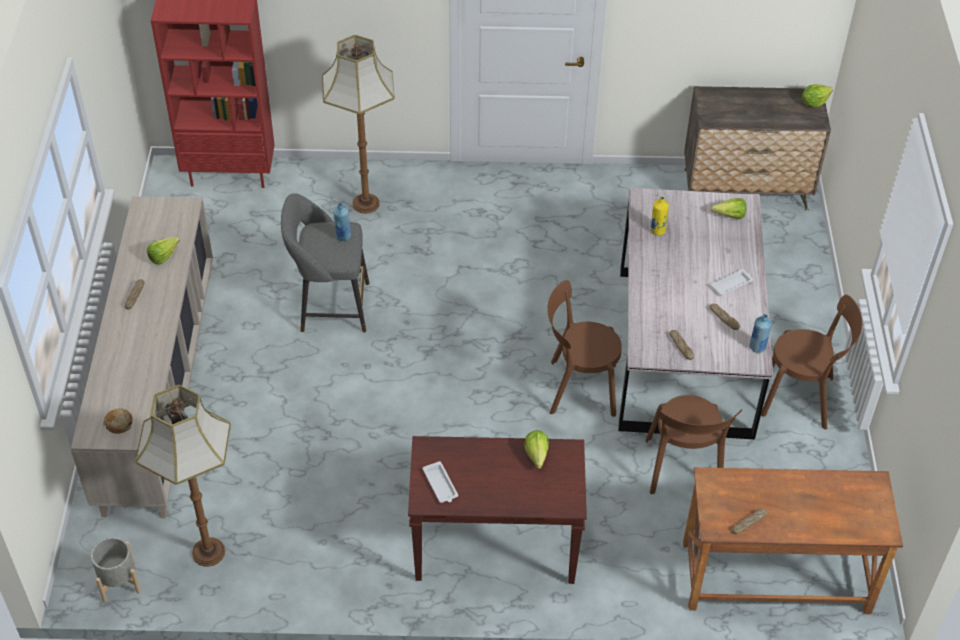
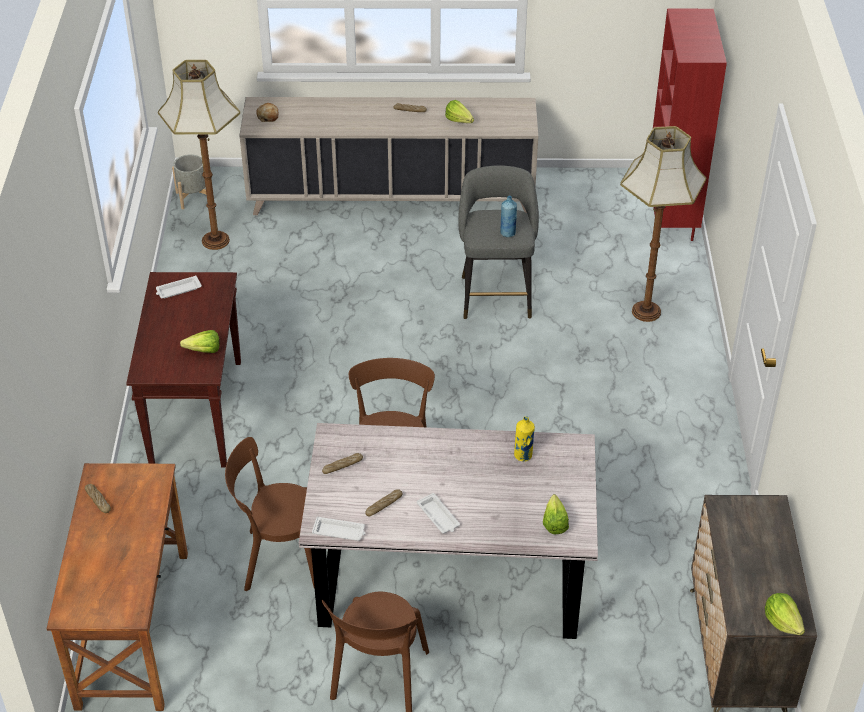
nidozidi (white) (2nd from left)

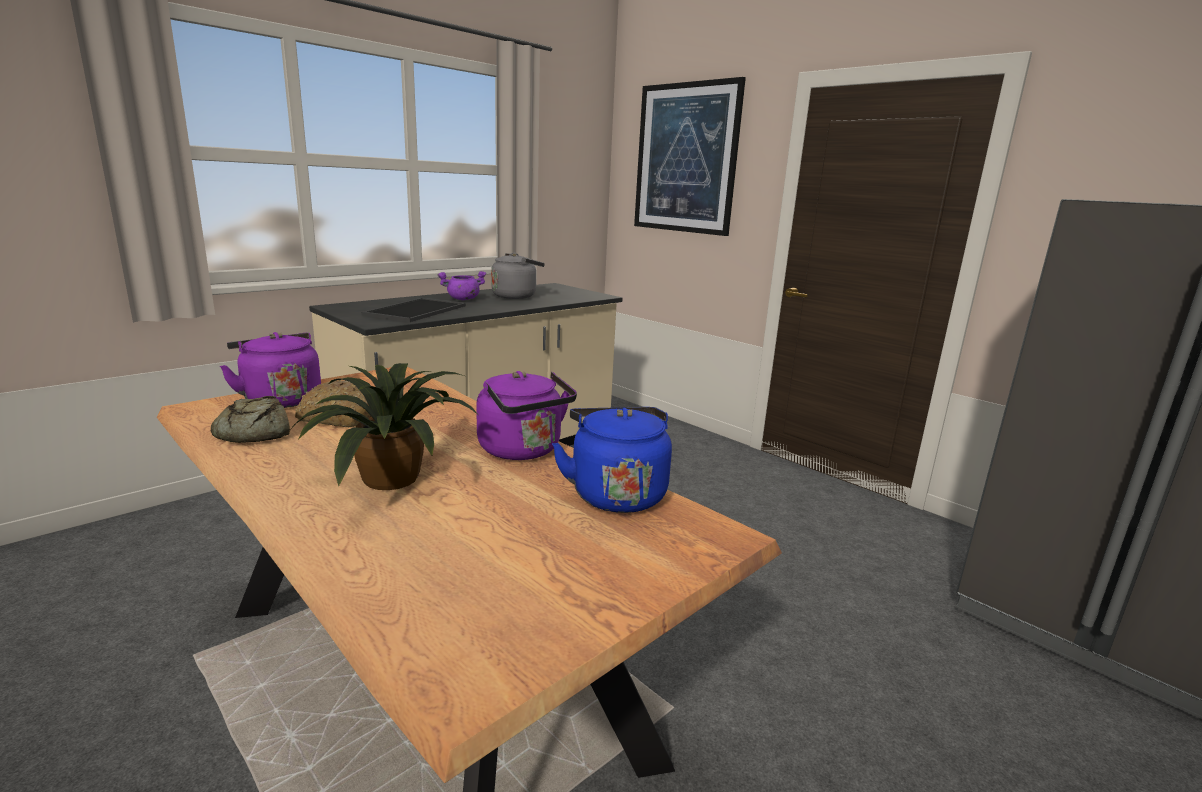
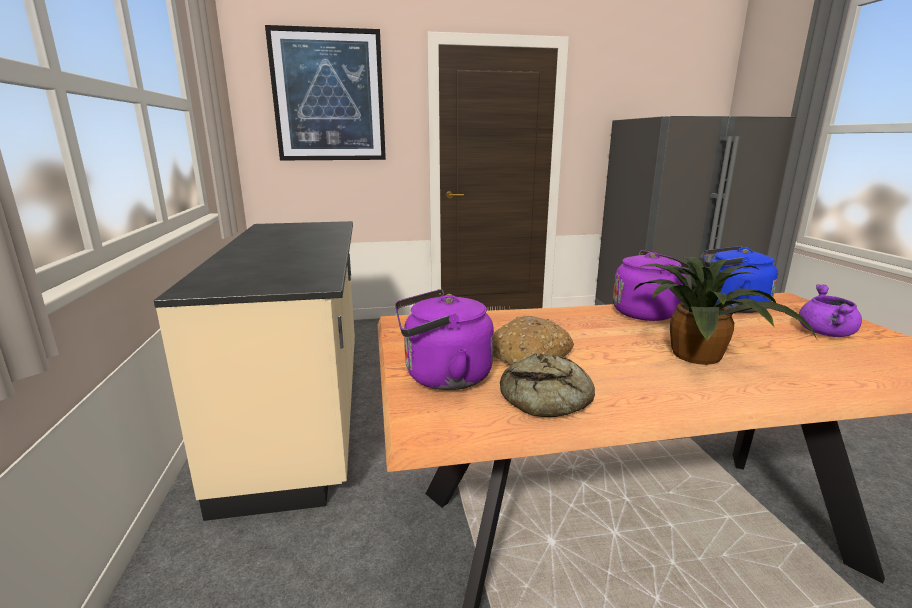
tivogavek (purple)
nidozidi
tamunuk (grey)

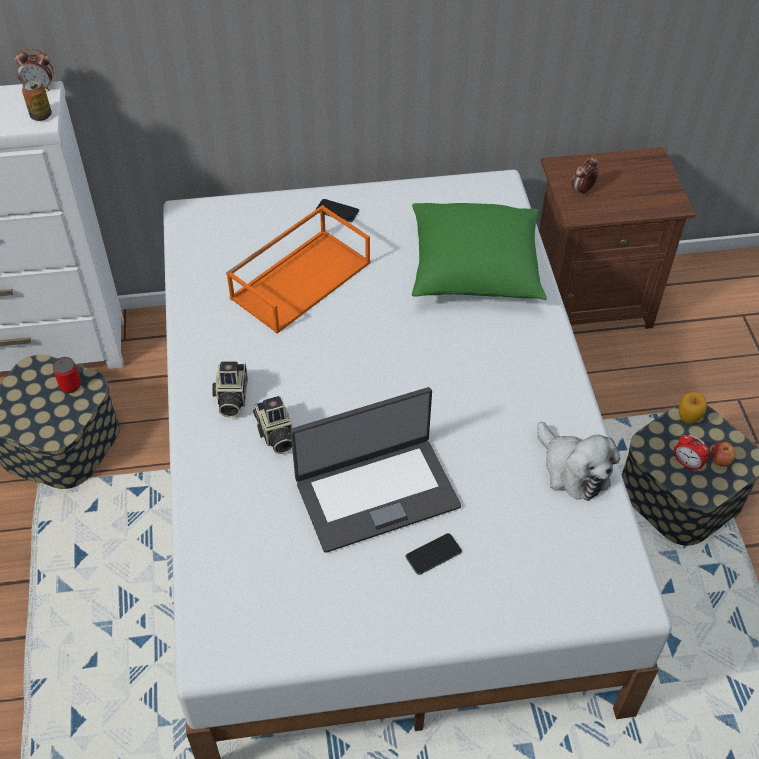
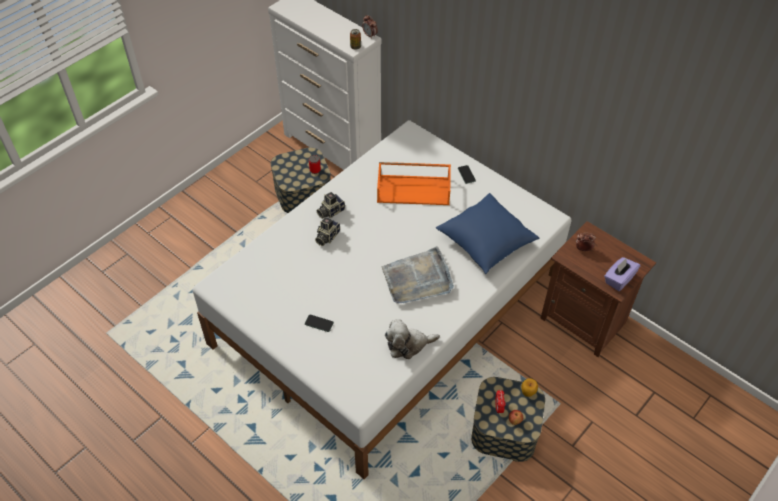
nidozidi (grey)
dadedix
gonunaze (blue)
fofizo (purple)
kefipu

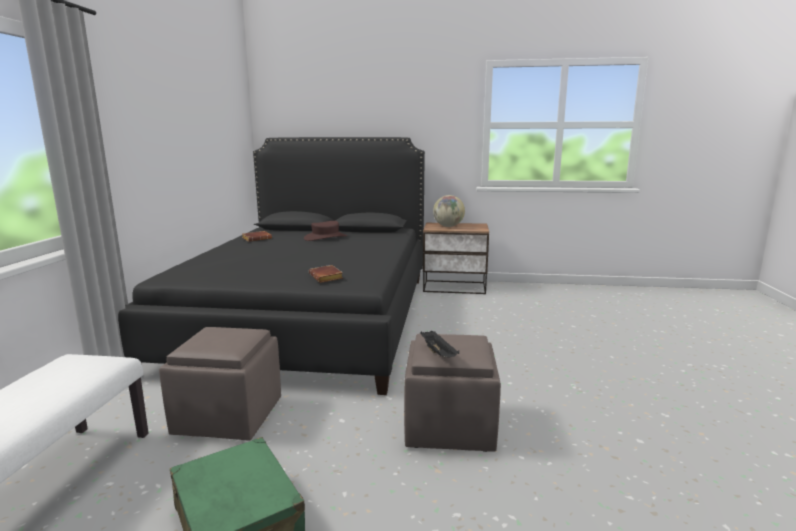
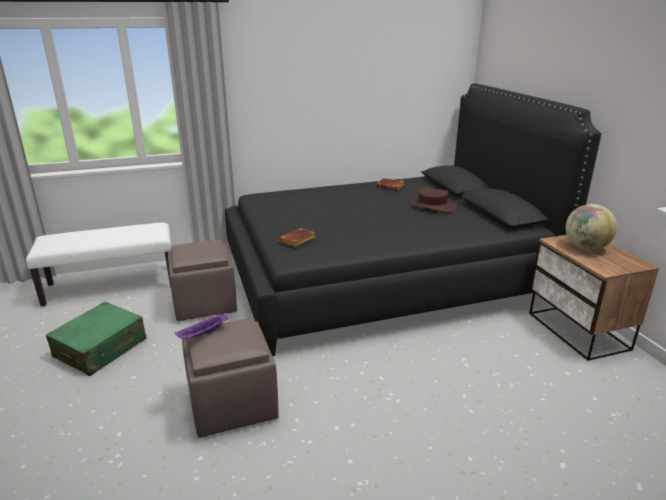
nidozidi (purple)

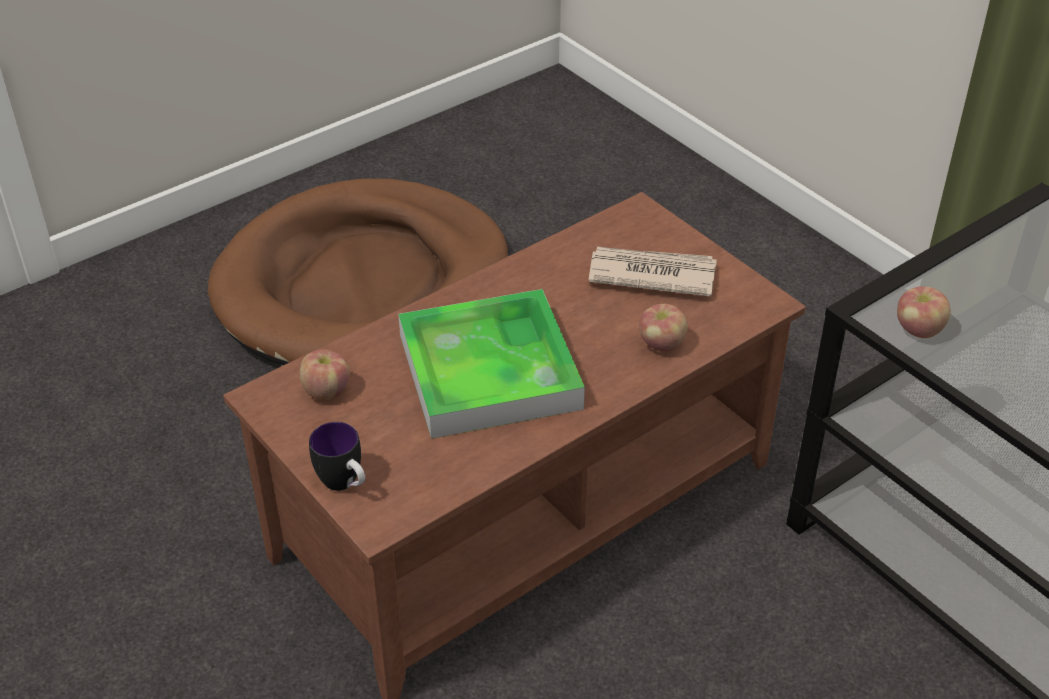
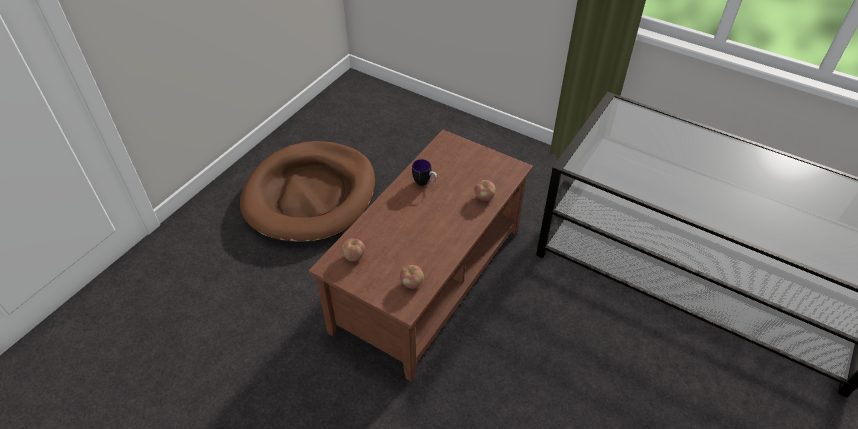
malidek (2nd from left)
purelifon
nidozidi
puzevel

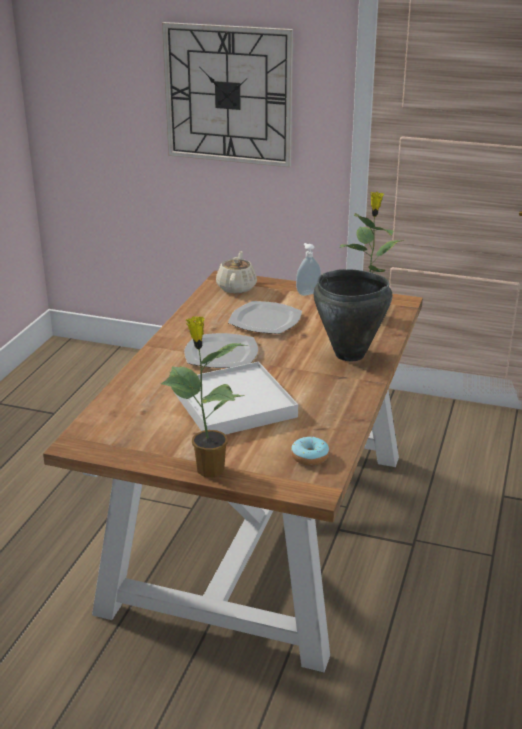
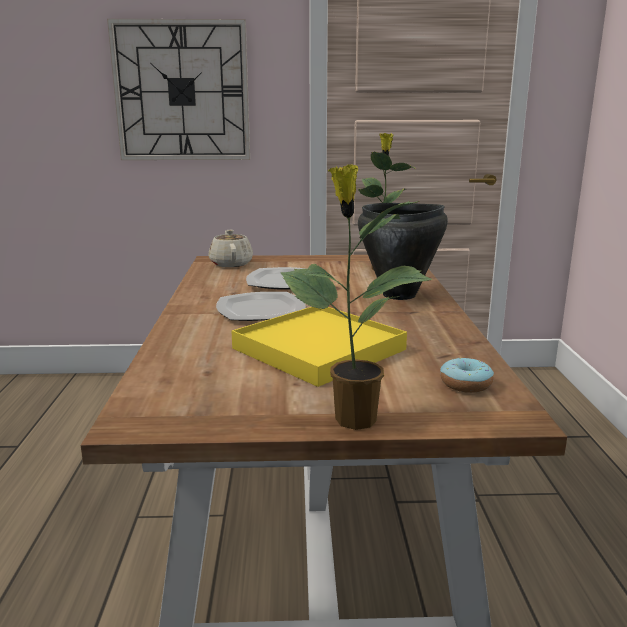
nidozidi (yellow)
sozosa

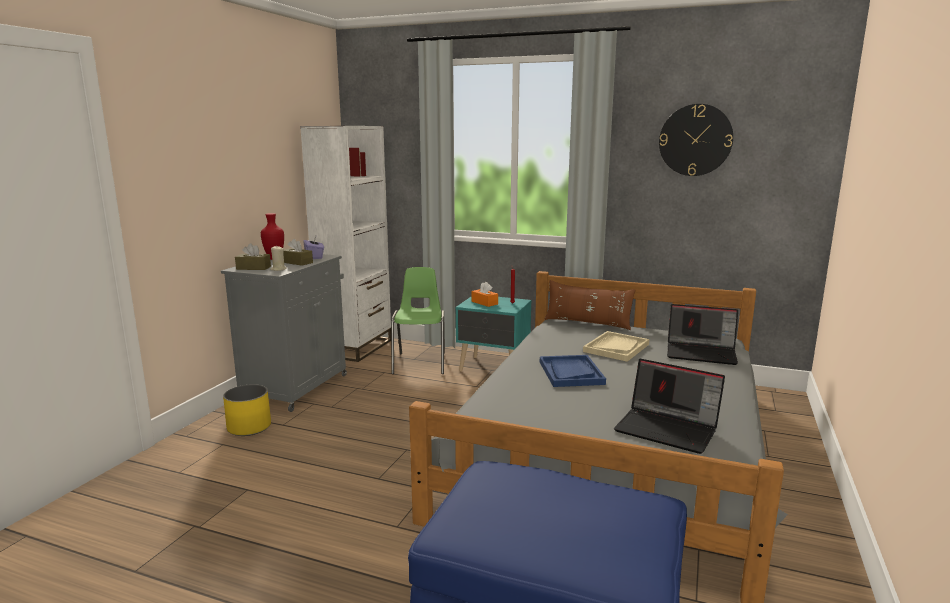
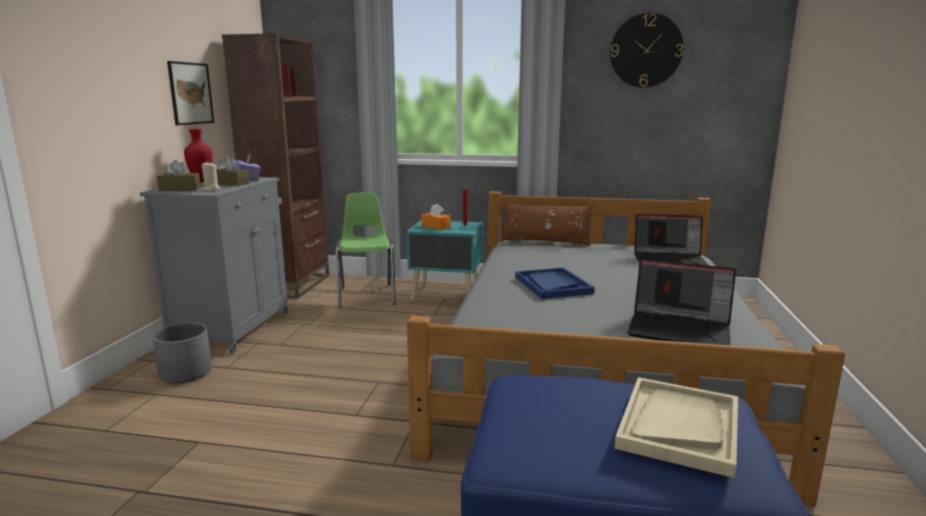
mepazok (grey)
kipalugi
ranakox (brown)
nidozidi (beige)

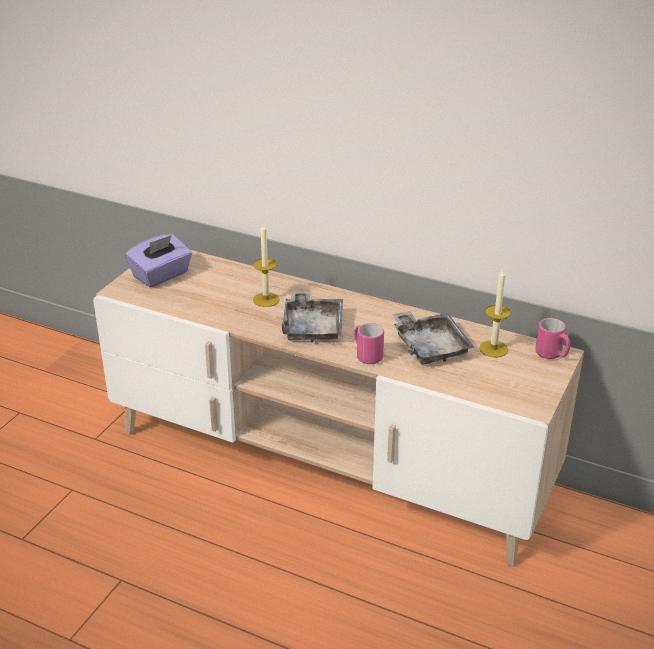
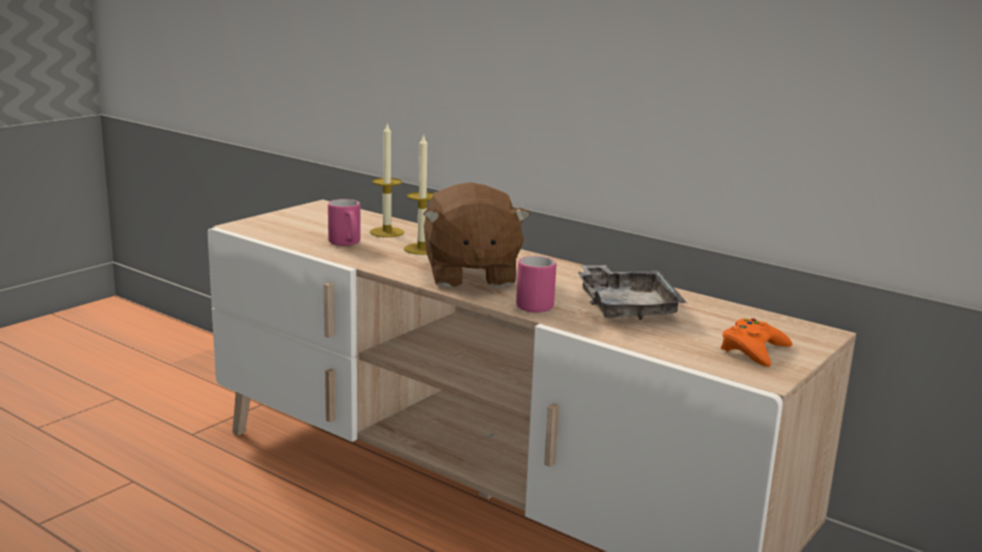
purelifon (pink) (1st from left)
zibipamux (1st from left)
dadedix (brown)
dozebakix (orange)
fofizo (purple)

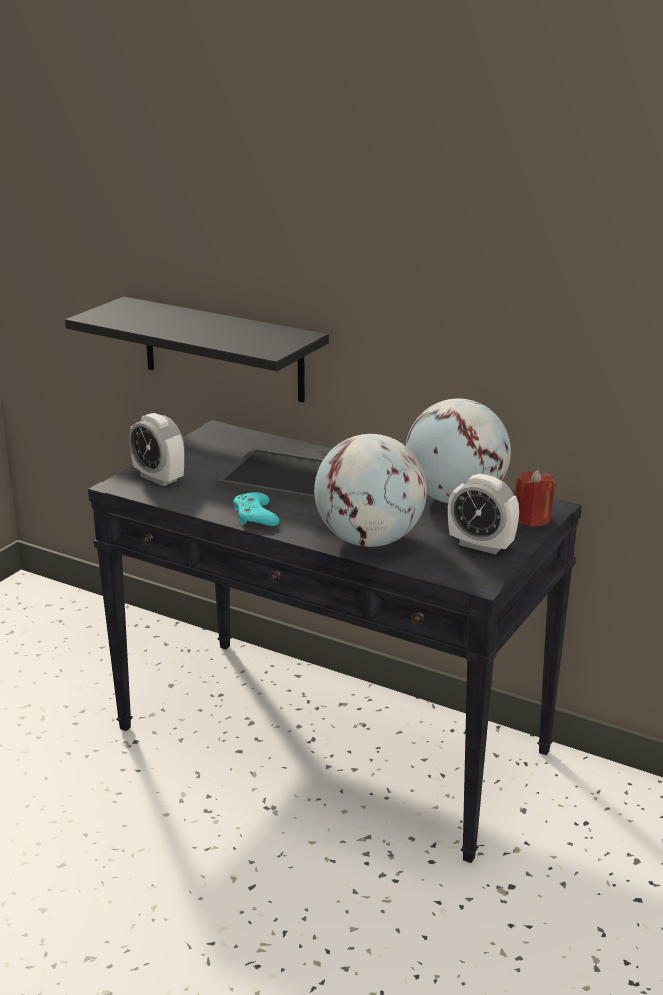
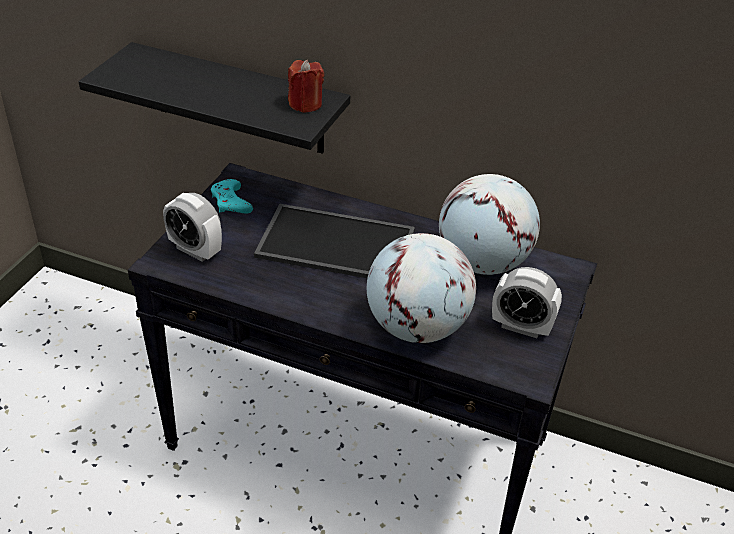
dozebakix (turquoise)
zibipamux (red)

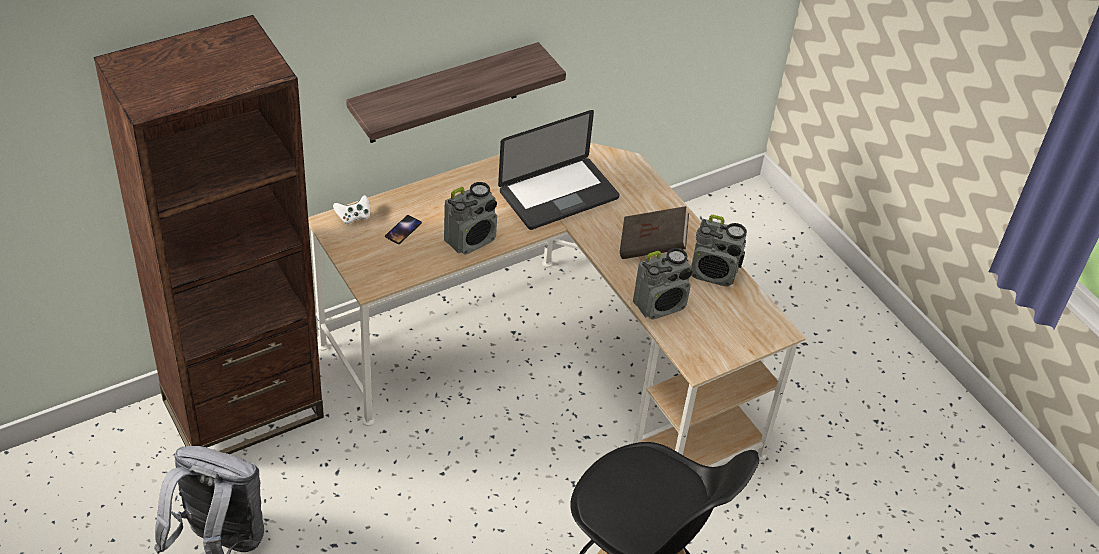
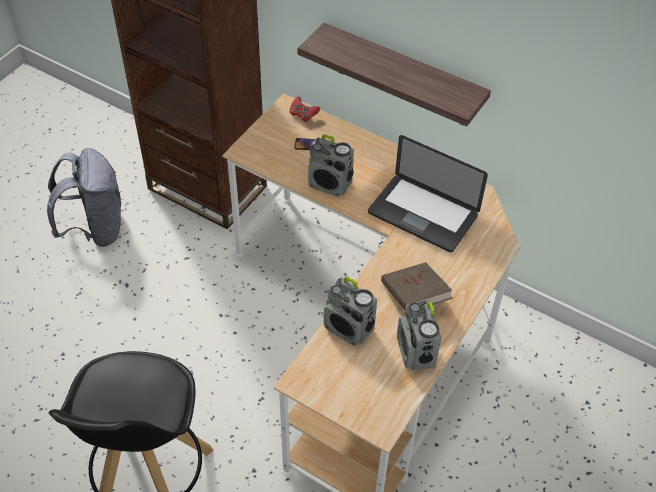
dozebakix (red)

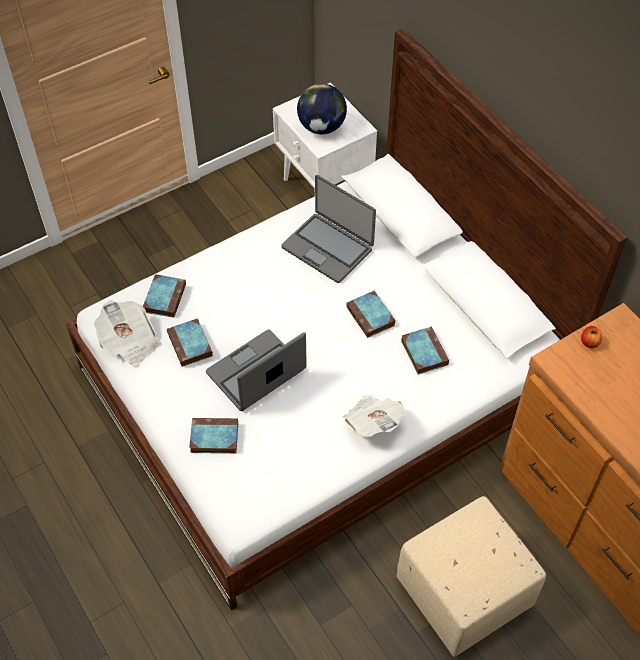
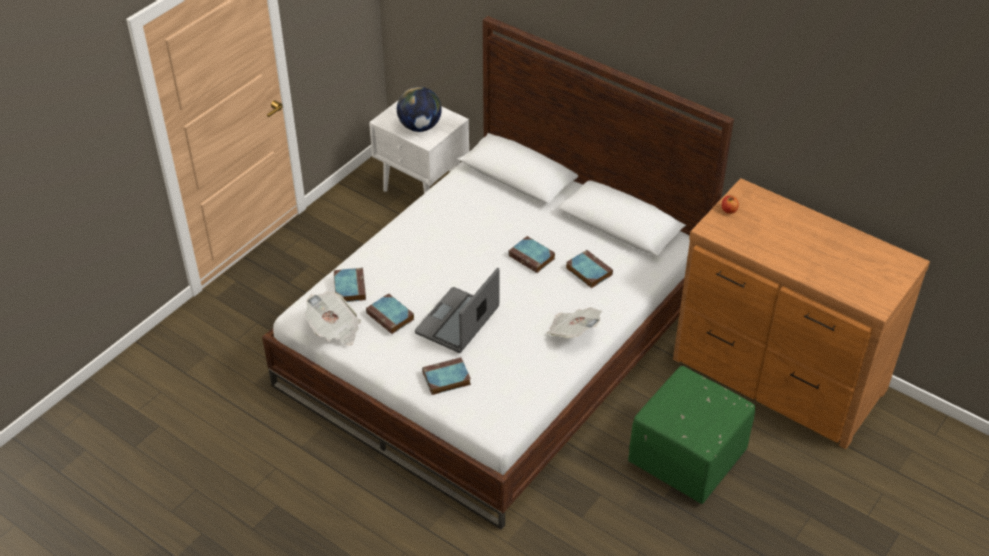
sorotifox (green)
kefipu (2nd from left in the first image)

